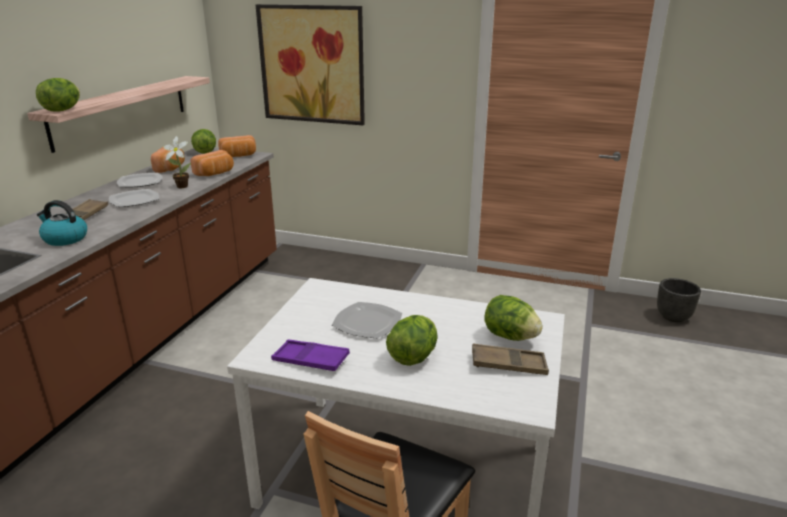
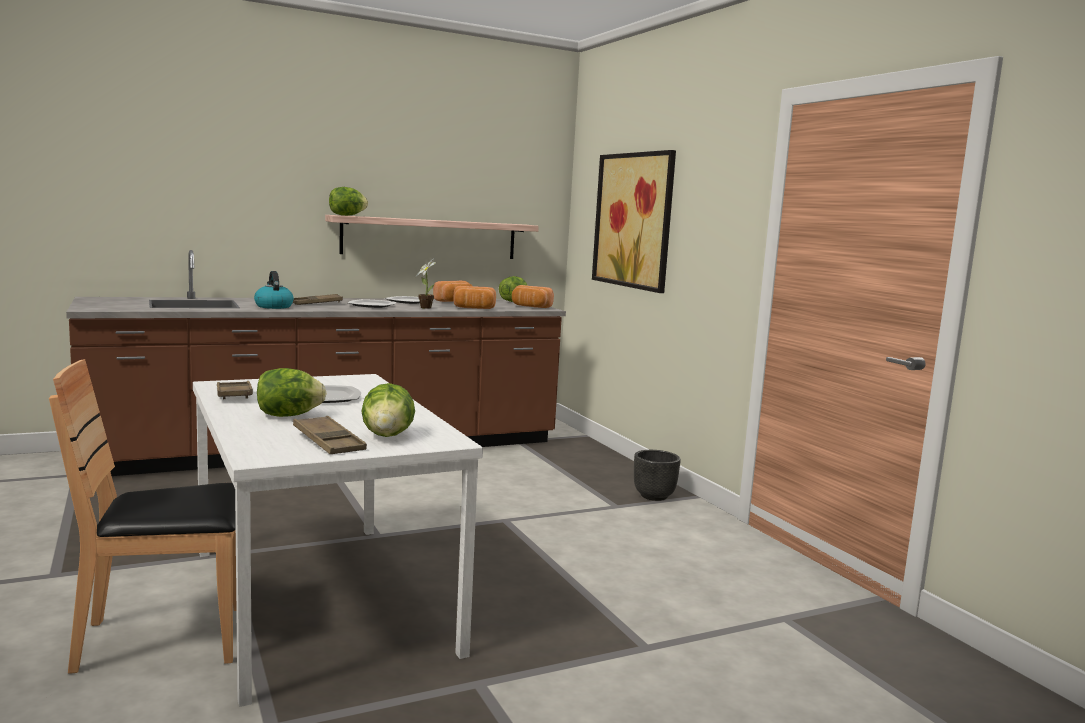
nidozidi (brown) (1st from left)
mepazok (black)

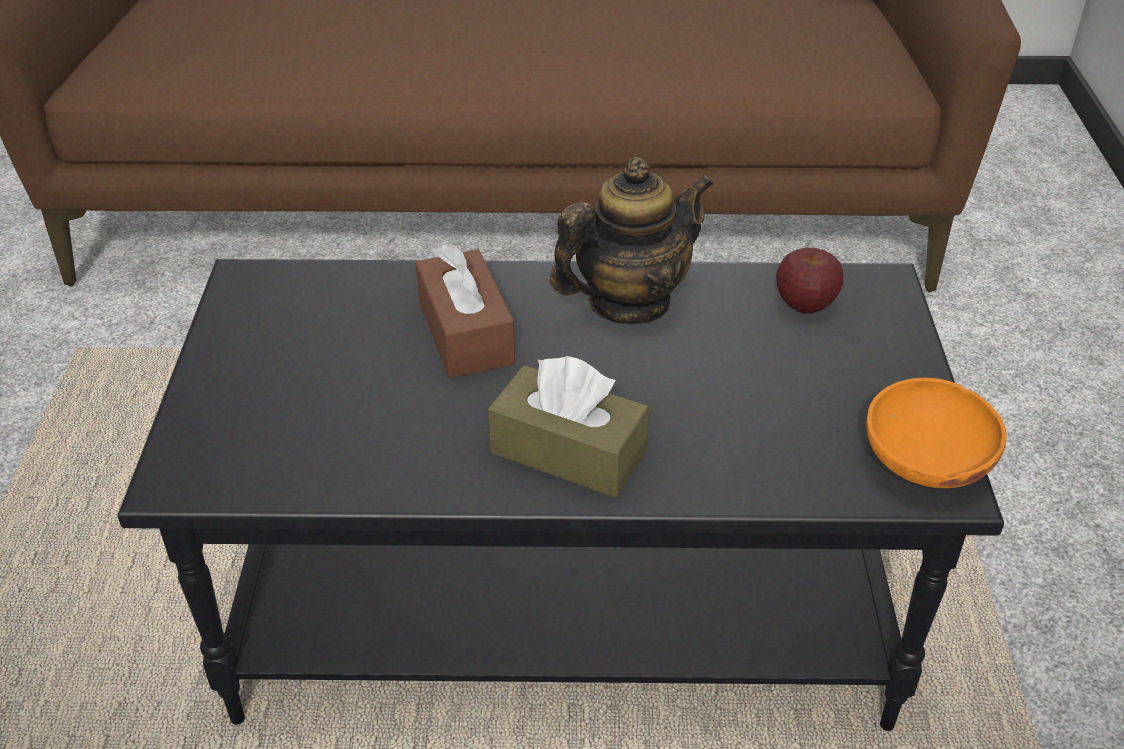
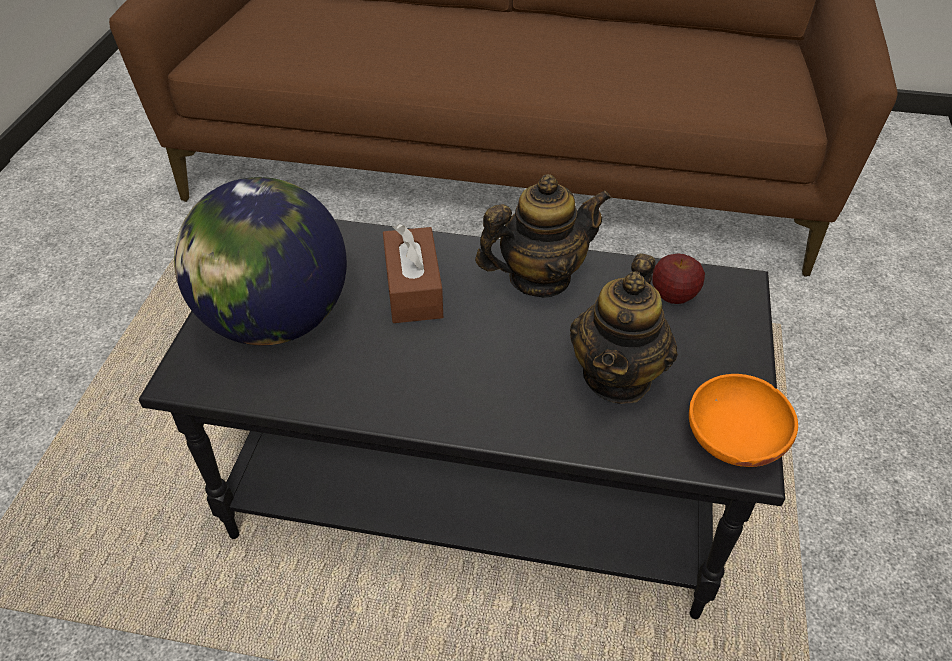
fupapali
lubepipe (2nd from left)
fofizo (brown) (2nd from left in the first image)

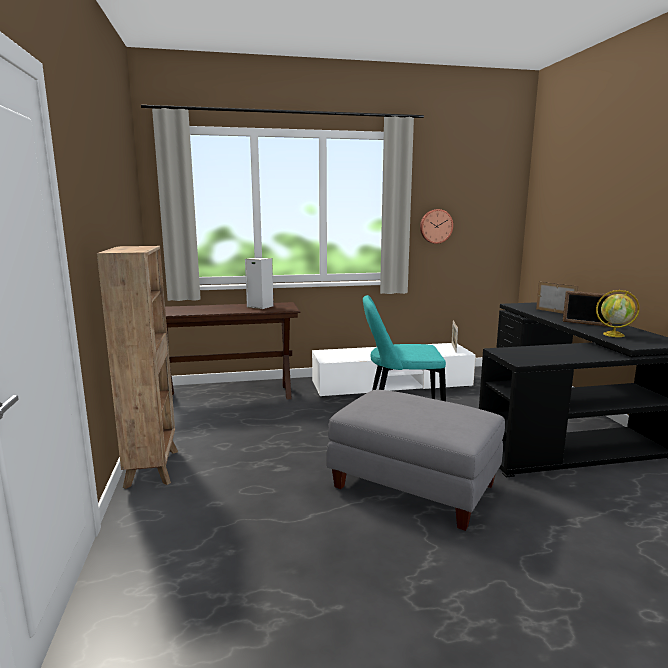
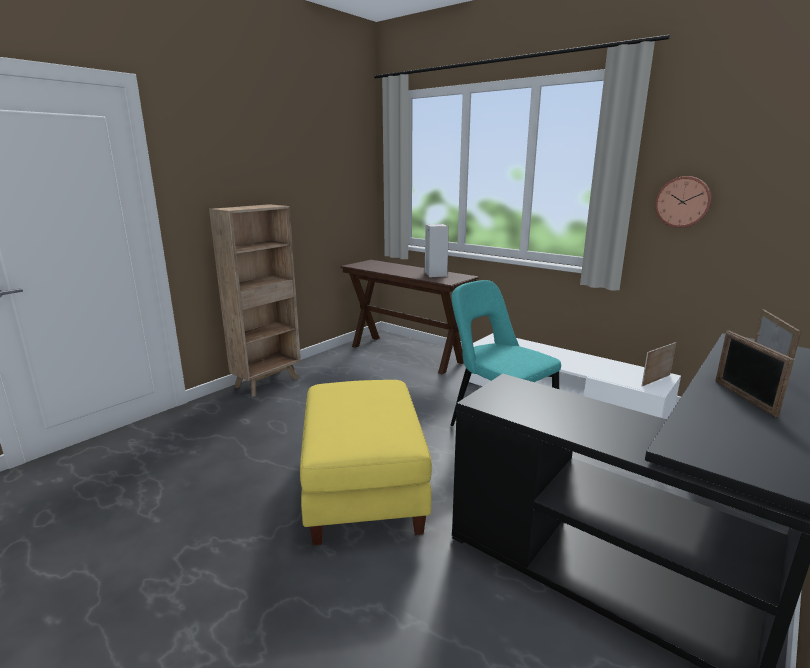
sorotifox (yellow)
fupapali

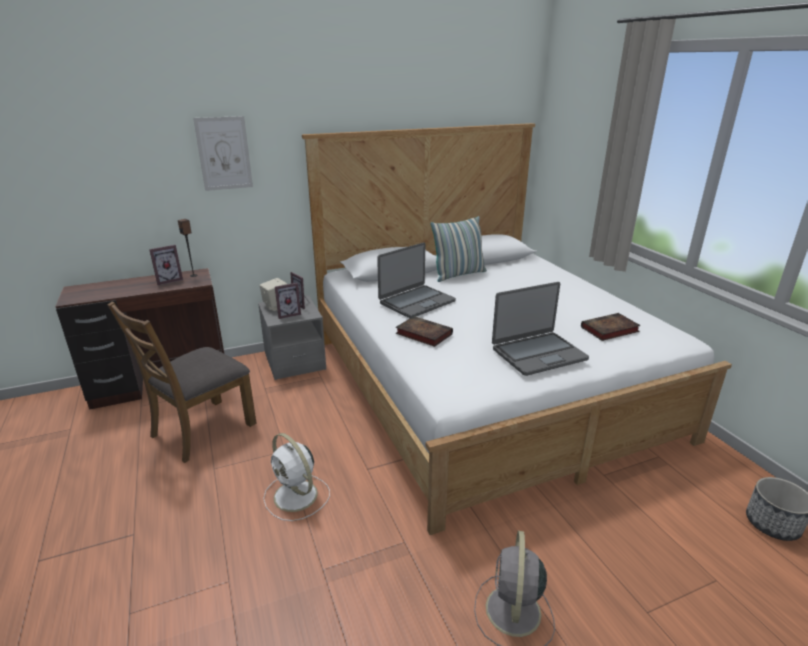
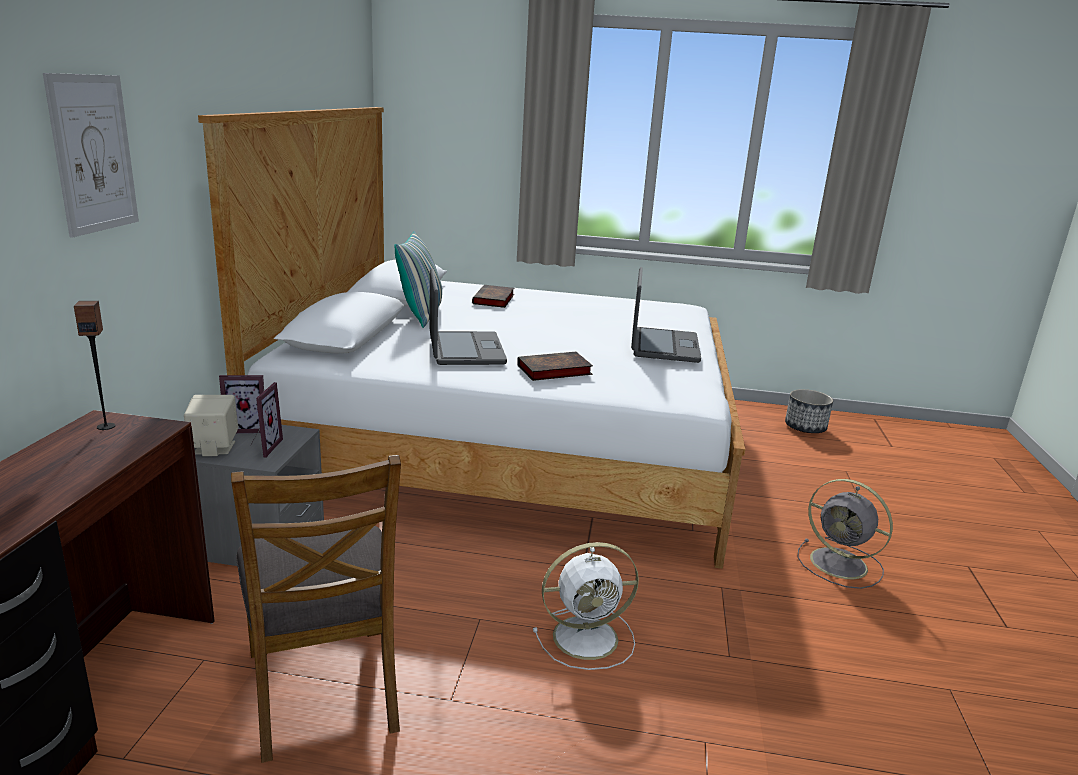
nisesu (1st from left)
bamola (1st from left in the first image)

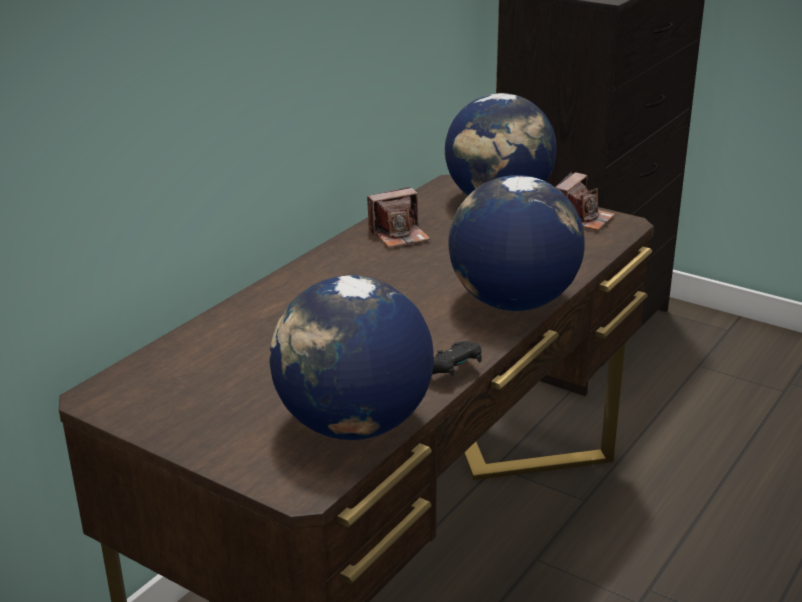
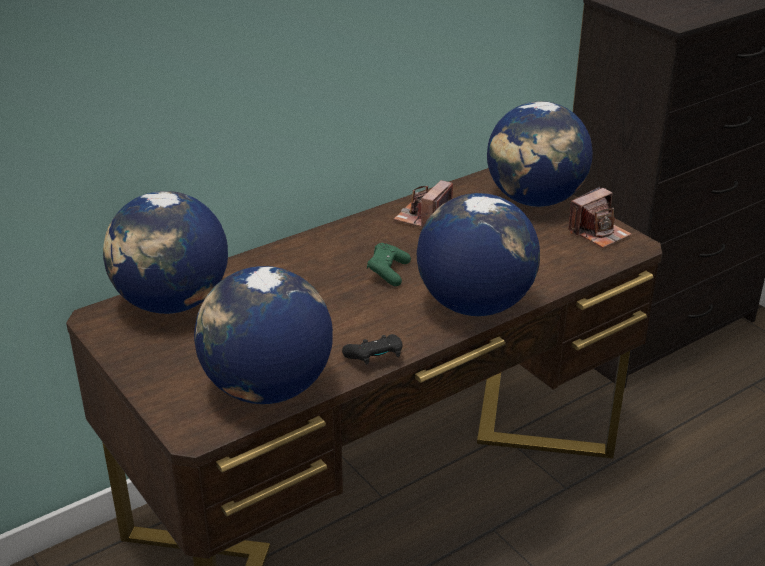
fupapali (1st from left)
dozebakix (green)
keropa (1st from left)

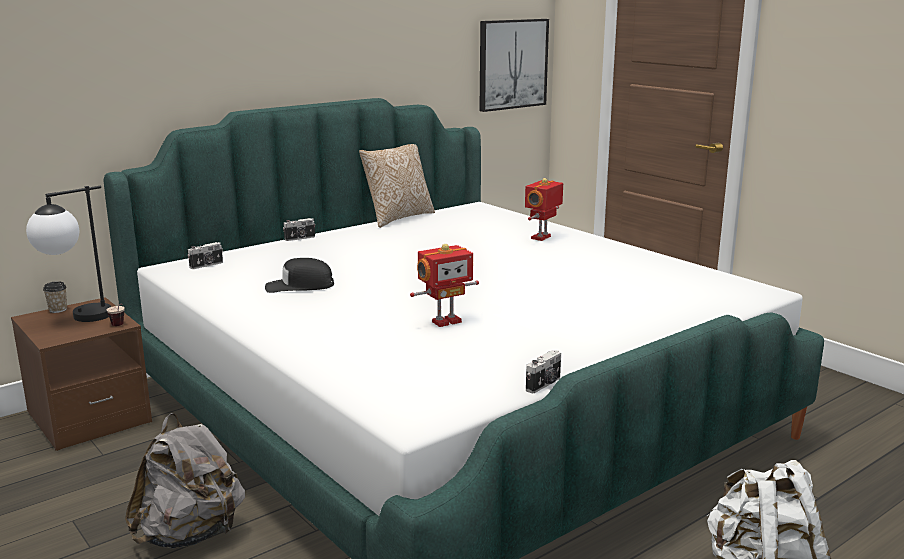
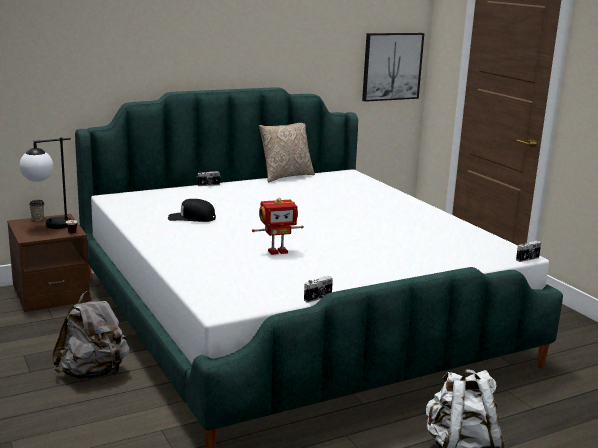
keropa (3rd from left)
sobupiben (2nd from left in the first image)

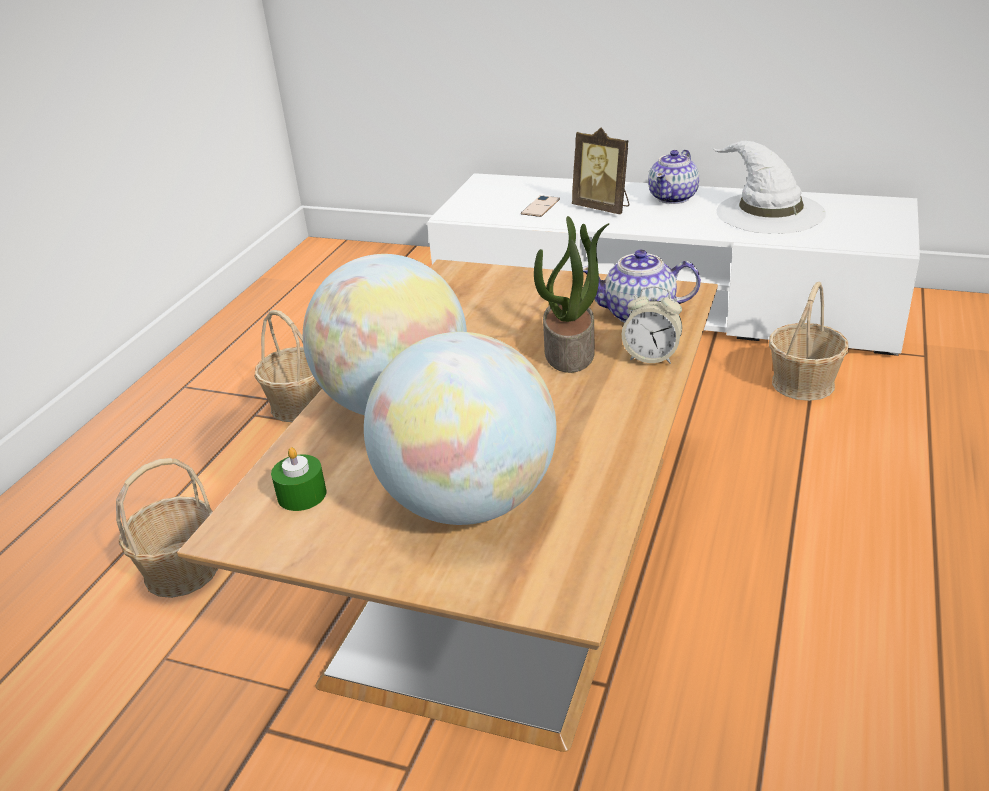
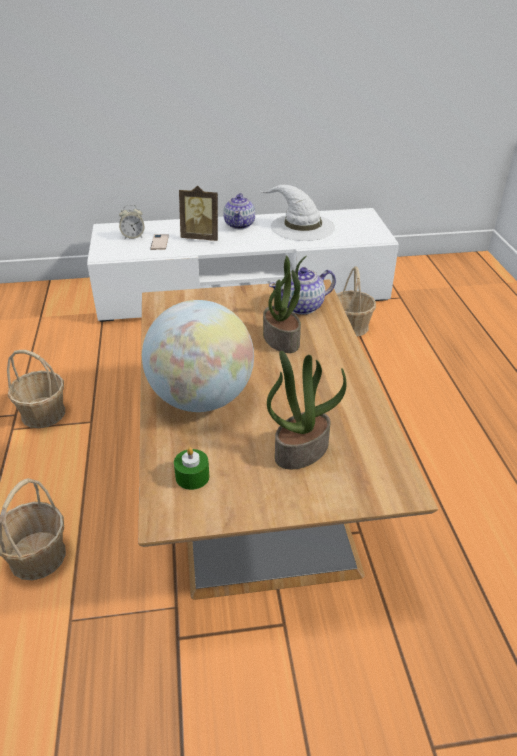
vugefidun
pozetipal (2nd from left)

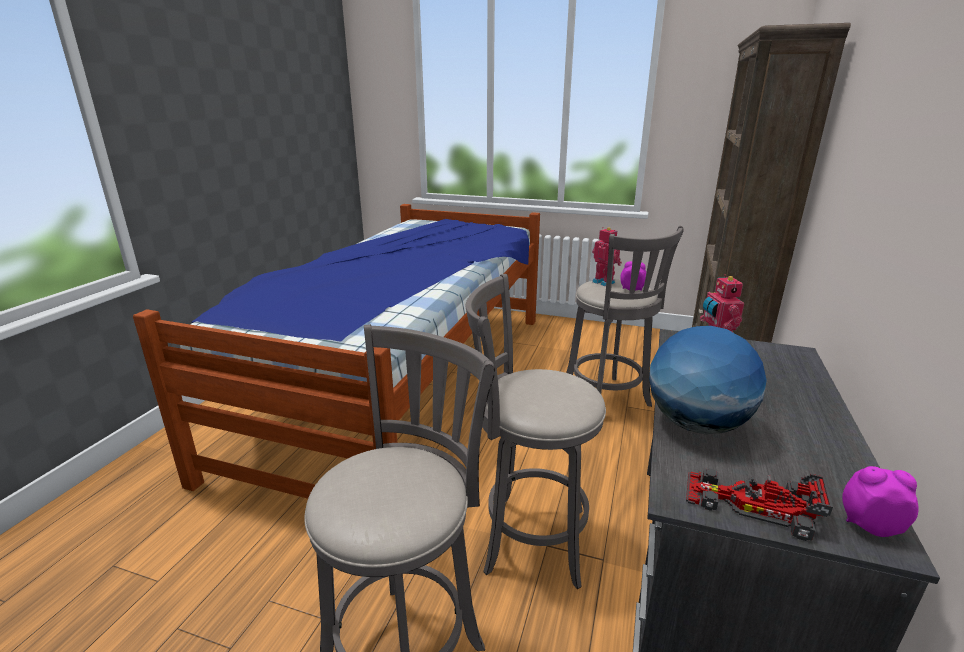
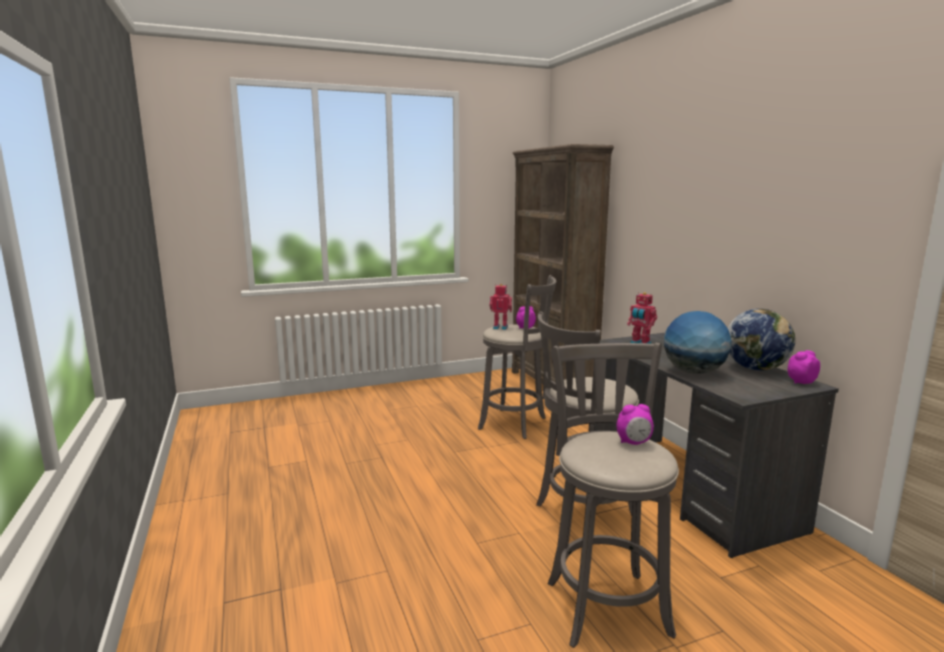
vugefidun (2nd from left)
fupapali (2nd from left)
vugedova
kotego

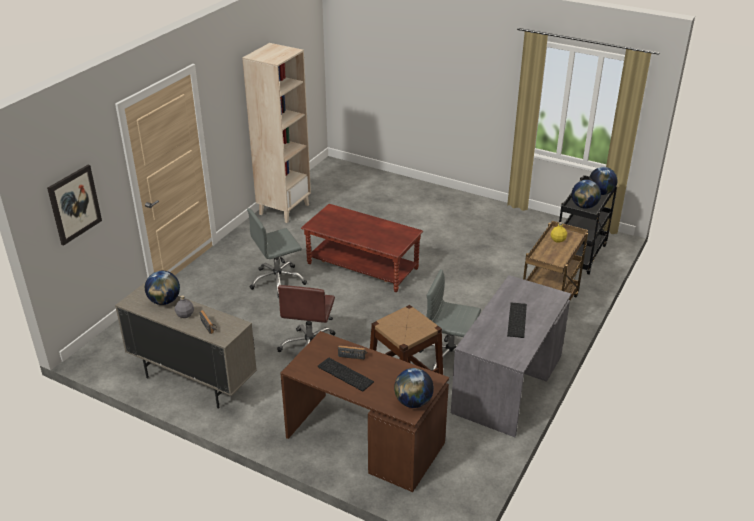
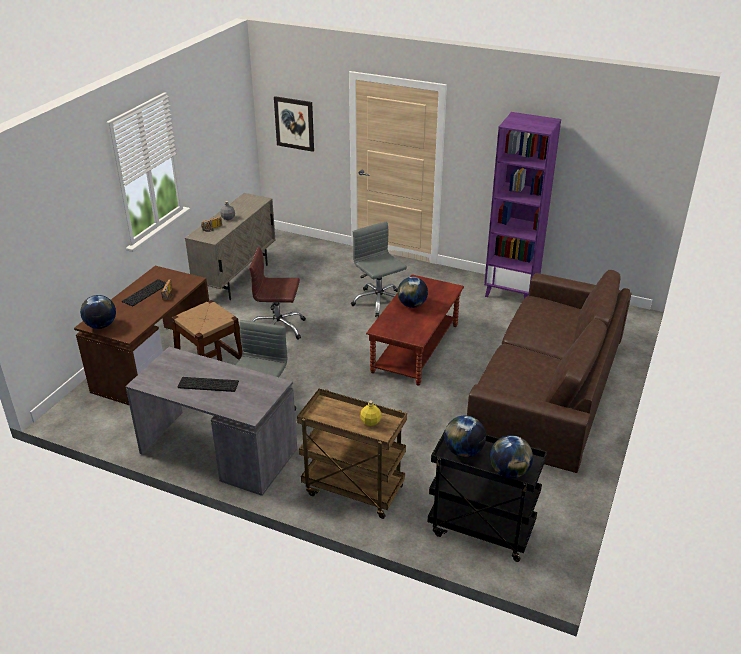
fupapali (2nd from left)
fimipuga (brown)
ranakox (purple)

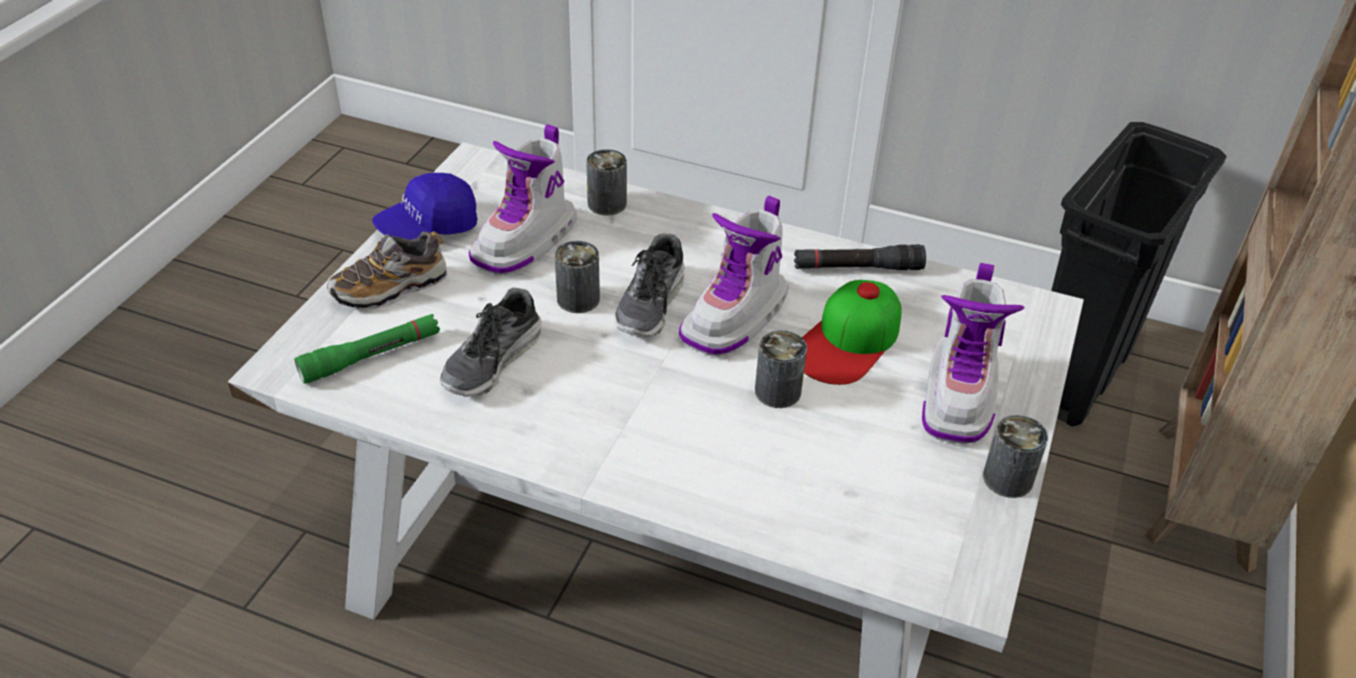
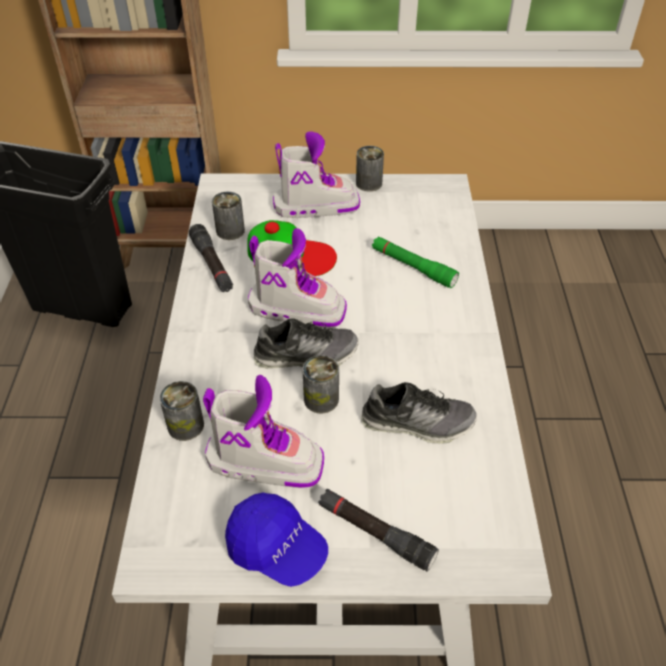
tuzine (2nd from left)
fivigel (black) (2nd from left)
fivigel (green)

